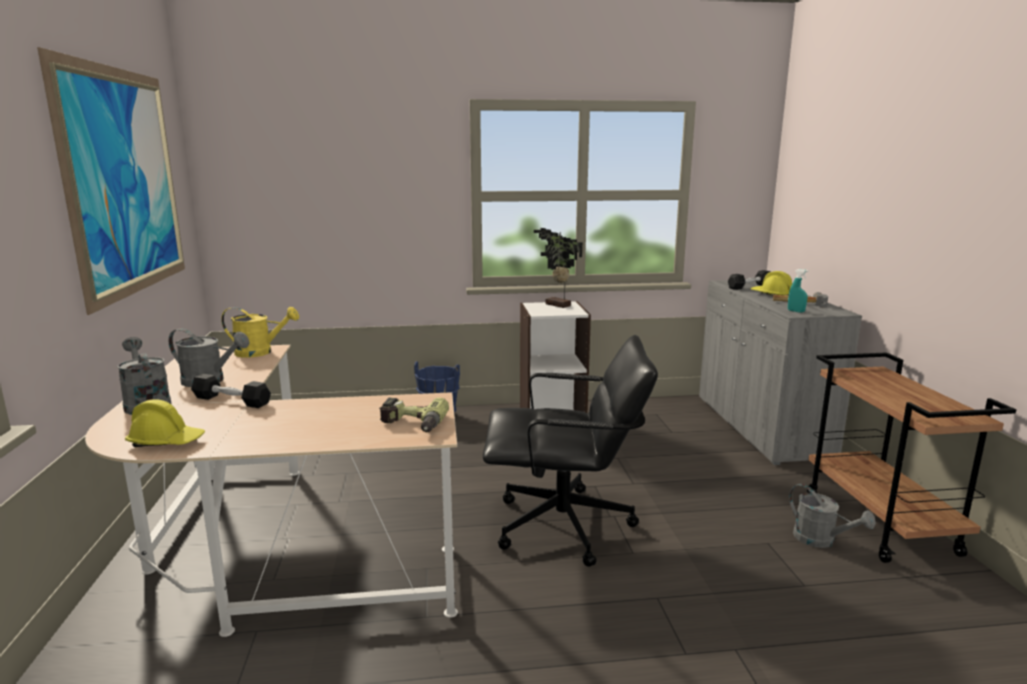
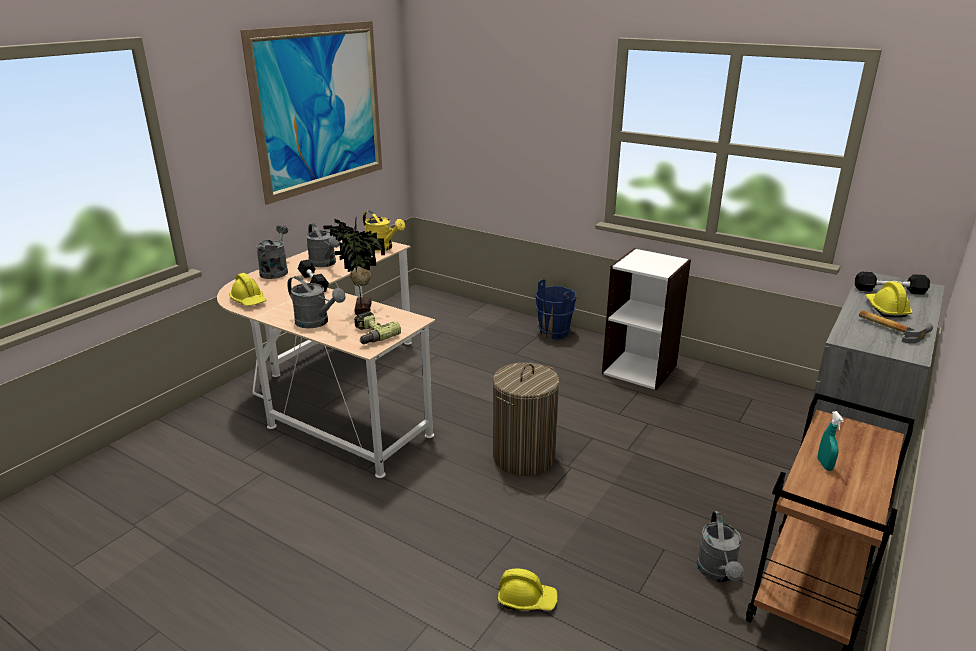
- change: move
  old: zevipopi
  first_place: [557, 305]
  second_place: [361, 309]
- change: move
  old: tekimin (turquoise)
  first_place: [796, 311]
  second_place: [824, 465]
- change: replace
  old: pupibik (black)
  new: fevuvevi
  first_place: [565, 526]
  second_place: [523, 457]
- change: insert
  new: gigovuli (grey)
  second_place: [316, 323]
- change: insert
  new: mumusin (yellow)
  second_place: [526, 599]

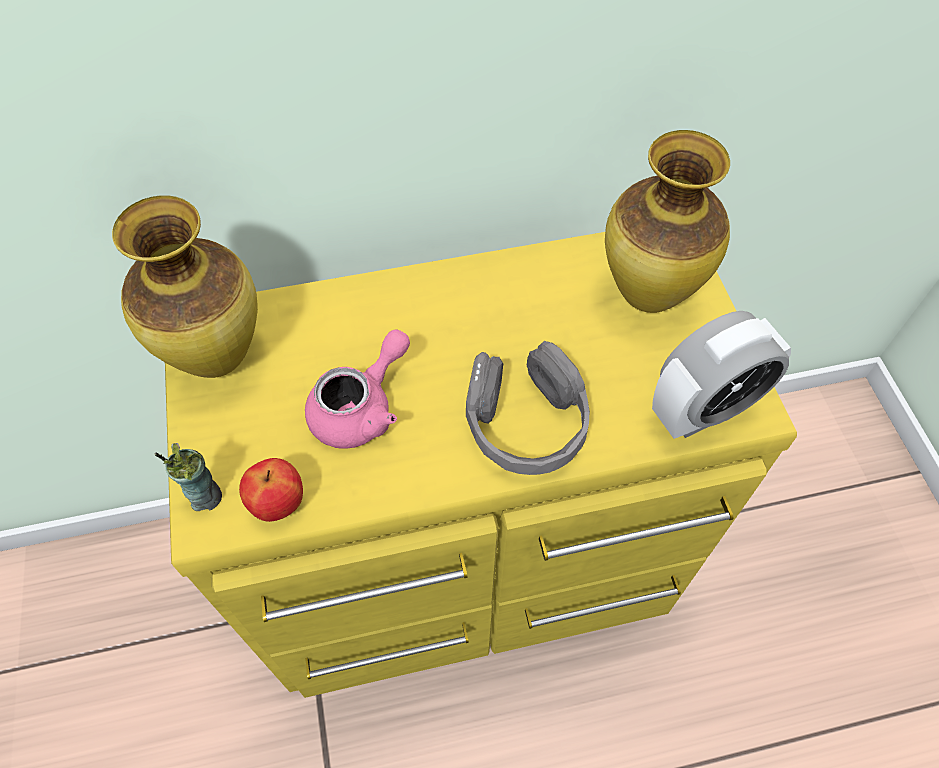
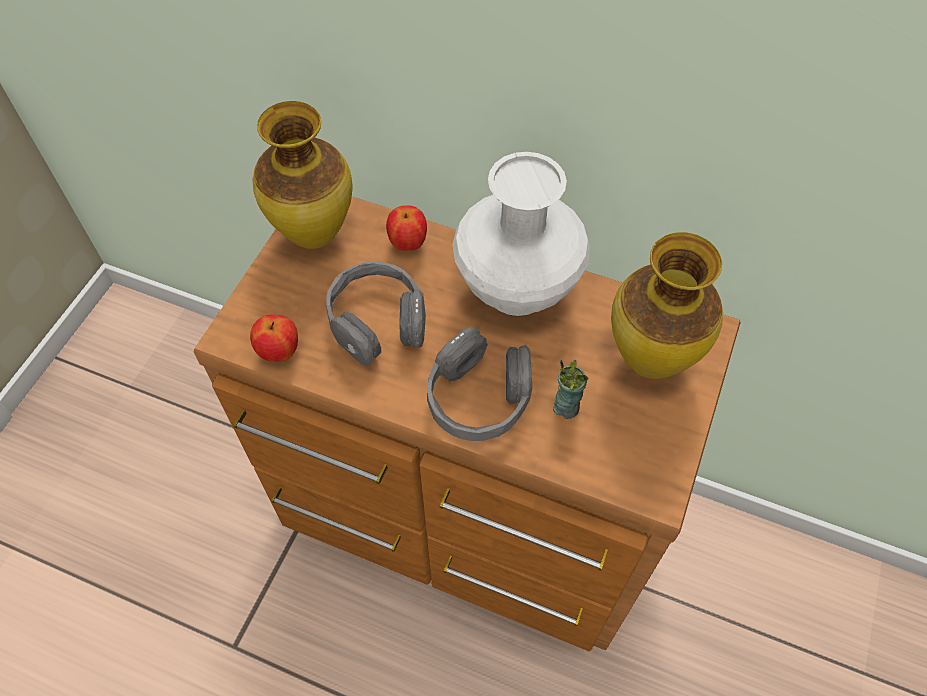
- change: recolor
  old: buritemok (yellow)
  new: buritemok (brown)
  first_place: [472, 566]
  second_place: [466, 514]
- change: delete
  old: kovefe
  first_place: [703, 410]
- change: replace
  old: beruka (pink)
  new: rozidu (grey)
  first_place: [361, 408]
  second_place: [377, 321]
- change: move
  old: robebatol
  first_place: [205, 496]
  second_place: [566, 407]
- change: insert
  new: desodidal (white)
  second_place: [516, 289]
- change: insert
  new: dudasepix
  second_place: [408, 244]

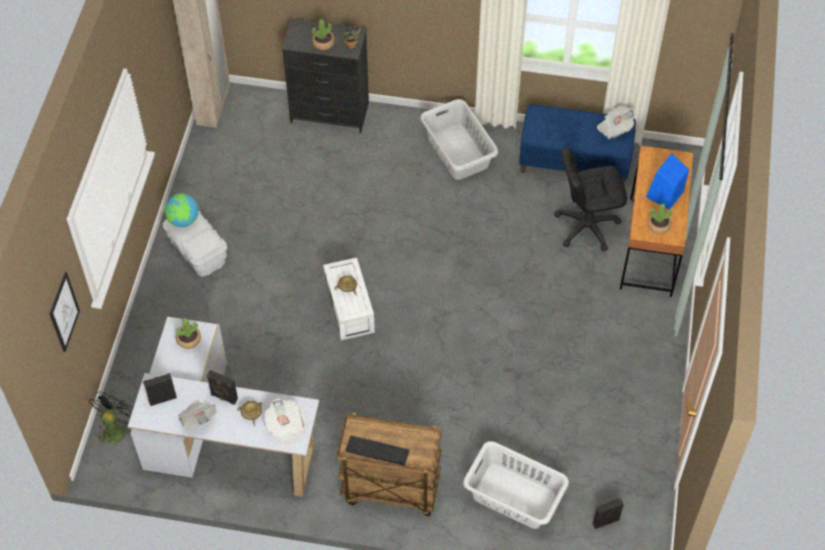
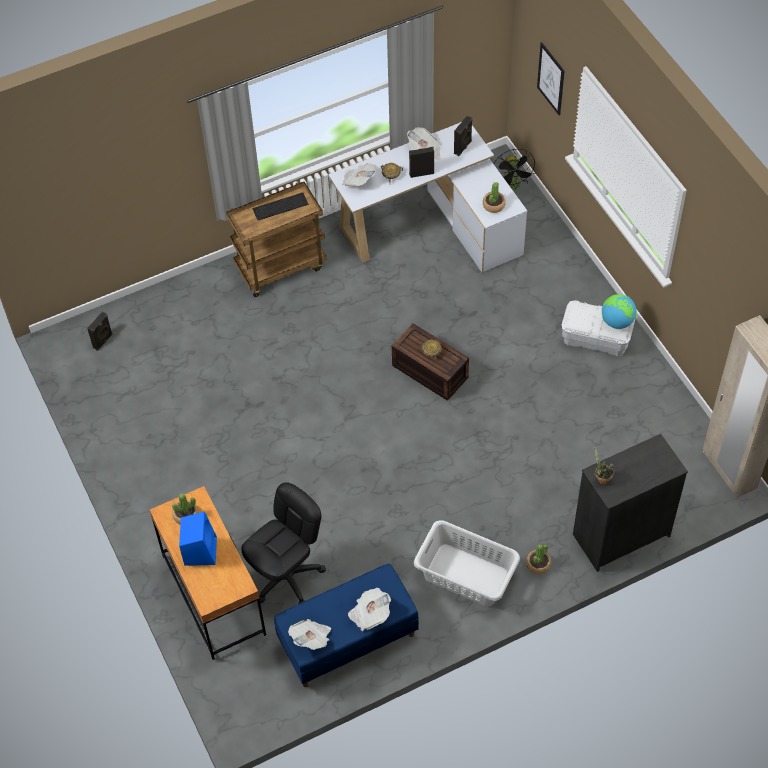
- change: move
  old: zevipopi
  first_place: [323, 43]
  second_place: [538, 564]
- change: recolor
  old: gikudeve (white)
  new: gikudeve (brown)
  first_place: [350, 308]
  second_place: [428, 371]
- change: delete
  old: fevuvevi (grey)
  first_place: [514, 495]
- change: insert
  new: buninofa
  second_place: [369, 614]

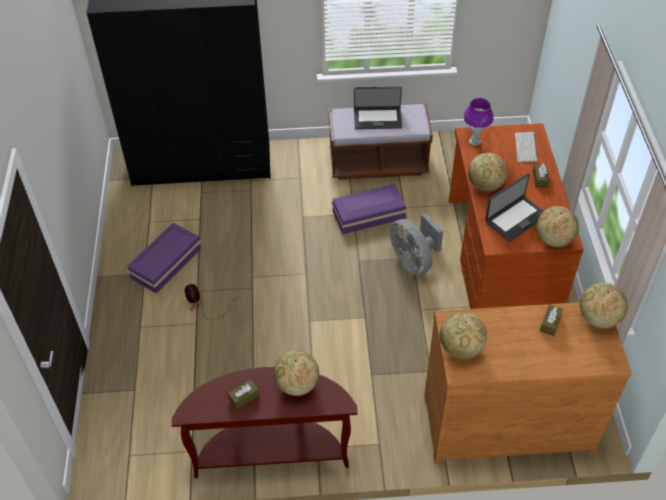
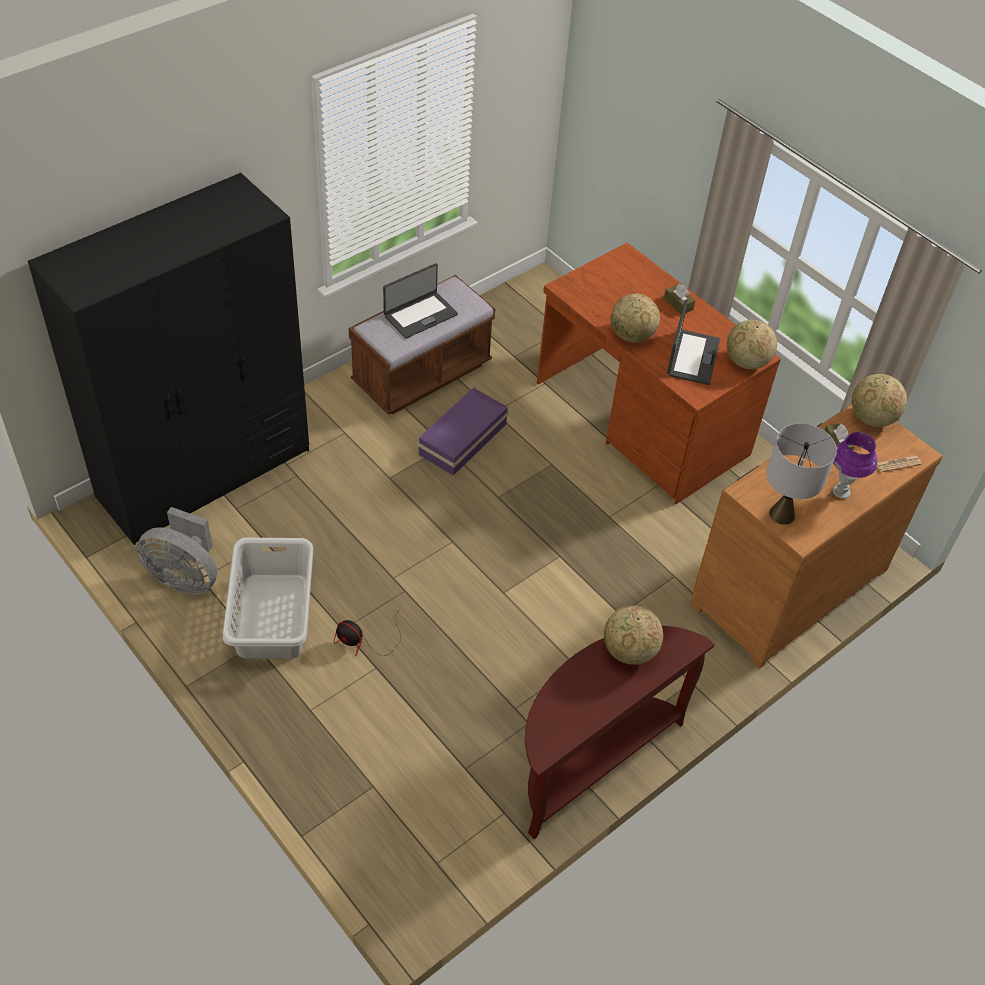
- change: move
  old: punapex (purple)
  first_place: [474, 141]
  second_place: [841, 492]
- change: delete
  old: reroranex
  first_place: [526, 148]
- change: move
  old: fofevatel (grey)
  first_place: [413, 261]
  second_place: [185, 577]
- change: replace
  old: gikudeve (purple)
  new: fevuvevi (grey)
  first_place: [167, 263]
  second_place: [273, 615]
- change: replace
  old: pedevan
  new: punapex (grey)
  first_place: [460, 348]
  second_place: [782, 514]
- change: delete
  old: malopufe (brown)
  first_place: [244, 397]
- change: insert
  new: buninofa
  second_place: [897, 464]

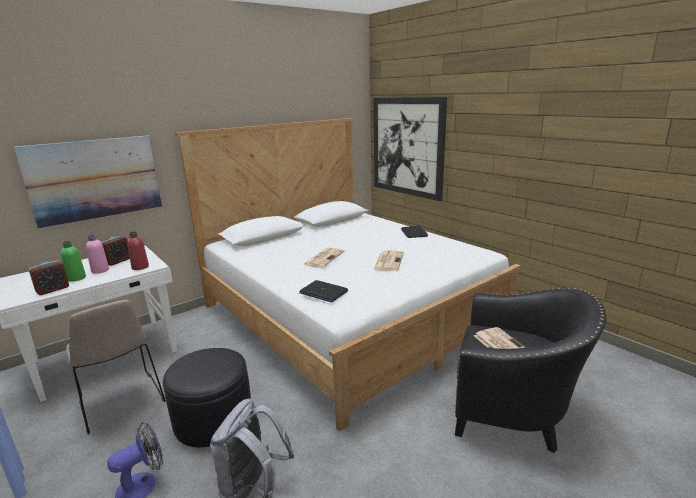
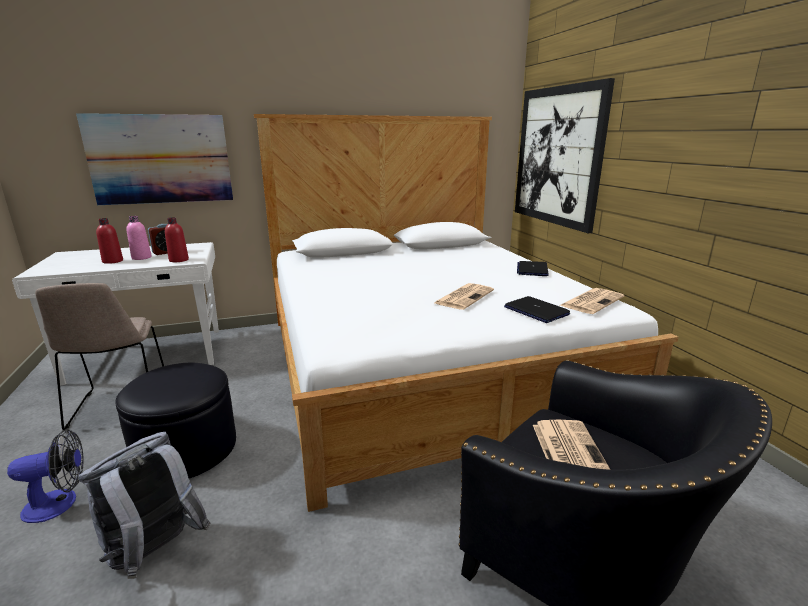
- change: recolor
  old: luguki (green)
  new: luguki (red)
  first_place: [76, 278]
  second_place: [112, 261]
- change: move
  old: buninofa
  first_place: [324, 258]
  second_place: [592, 301]
- change: delete
  old: kovefe
  first_place: [52, 289]
- change: move
  old: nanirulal
  first_place: [323, 292]
  second_place: [535, 311]

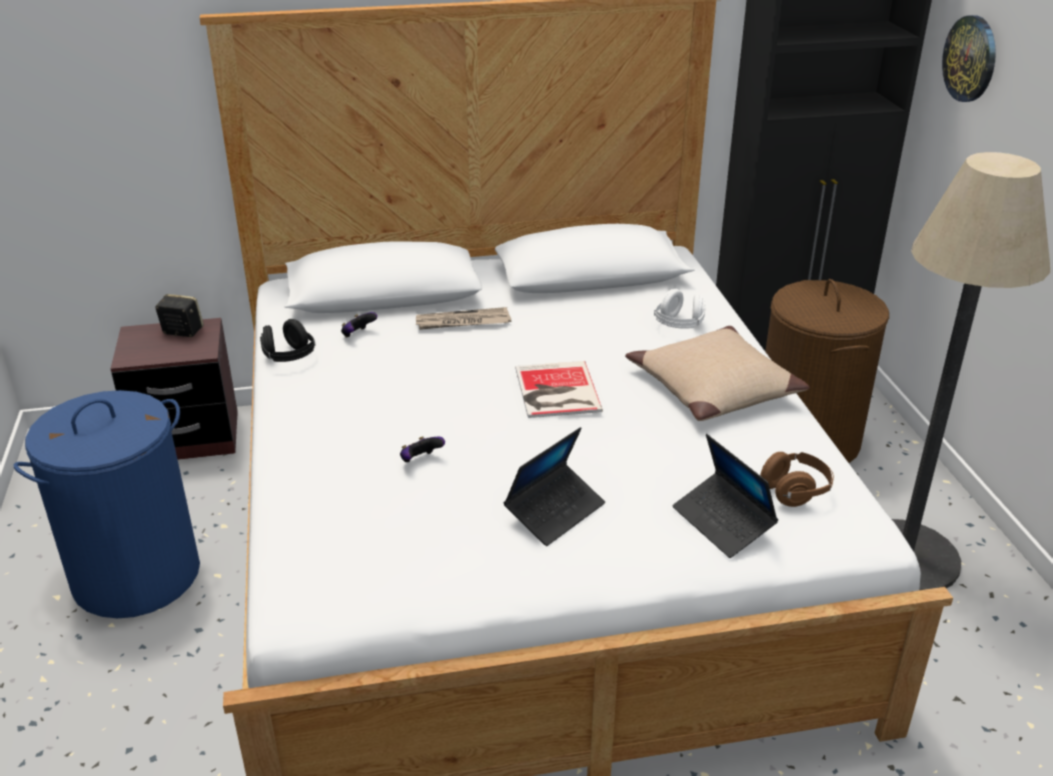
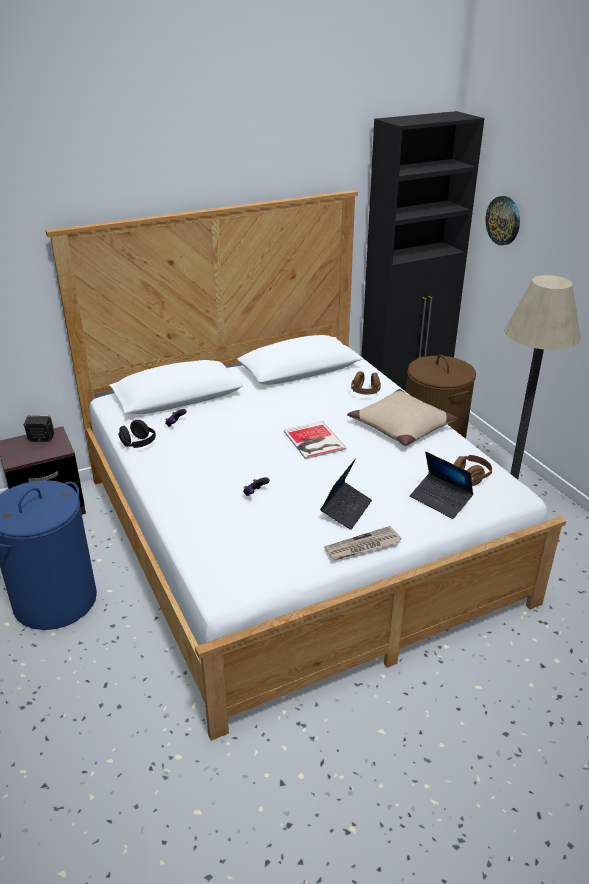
- change: recolor
  old: rozidu (white)
  new: rozidu (brown)
  first_place: [679, 325]
  second_place: [365, 392]
- change: move
  old: buninofa
  first_place: [462, 322]
  second_place: [362, 546]

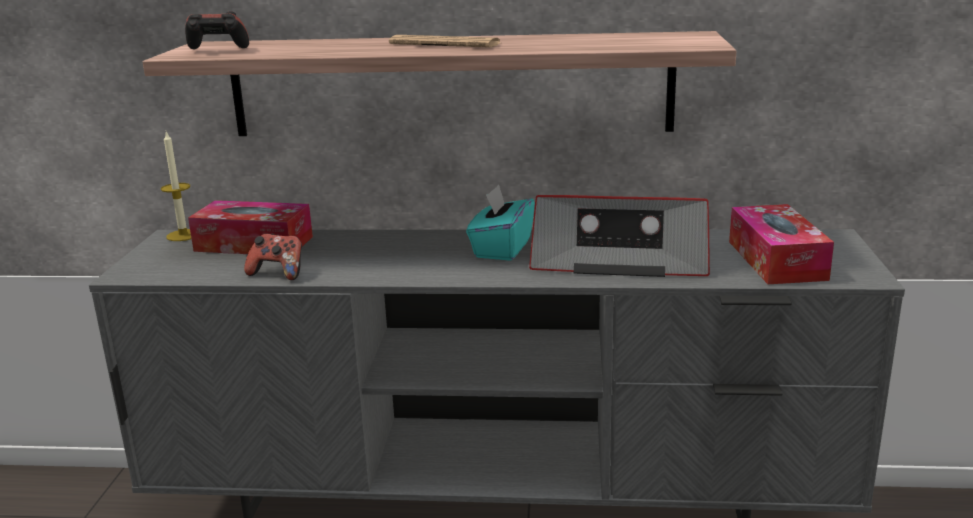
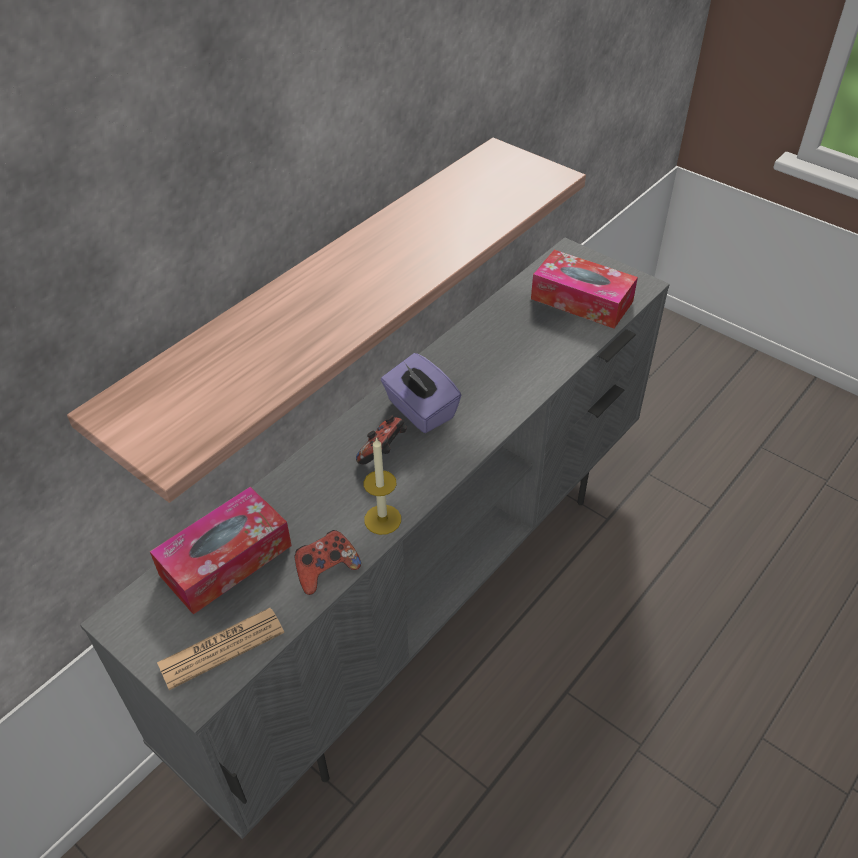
- change: move
  old: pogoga
  first_place: [218, 51]
  second_place: [383, 451]
- change: move
  old: buninofa
  first_place: [445, 44]
  second_place: [221, 648]
- change: move
  old: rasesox
  first_place: [183, 235]
  second_place: [382, 519]
- change: recolor
  old: malopufe (turquoise)
  new: malopufe (purple)
  first_place: [501, 248]
  second_place: [420, 410]
- change: delete
  old: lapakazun
  first_place: [619, 259]

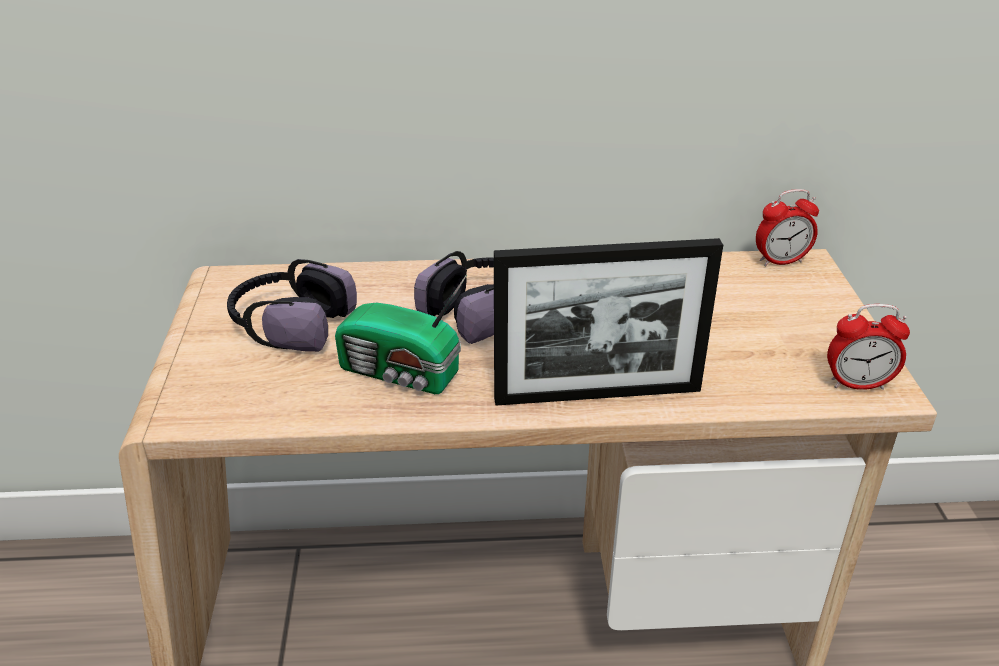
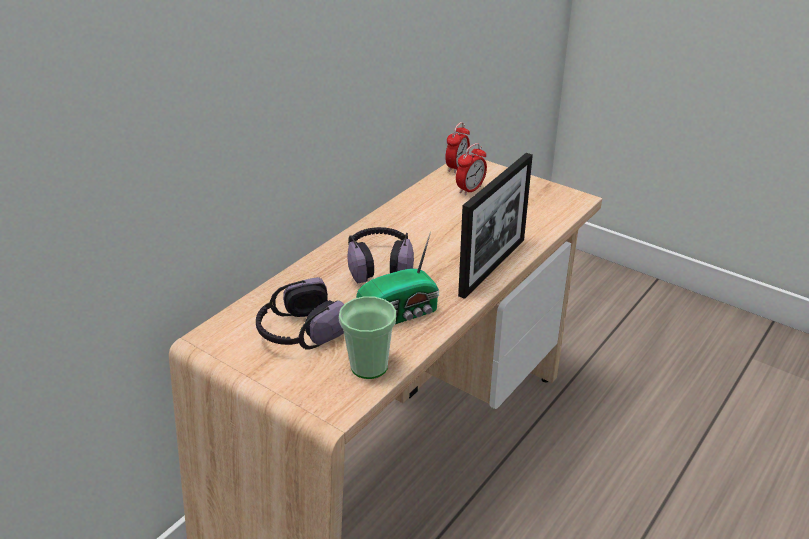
- change: move
  old: kovefe
  first_place: [857, 384]
  second_place: [470, 189]
- change: insert
  new: robebatol
  second_place: [369, 366]

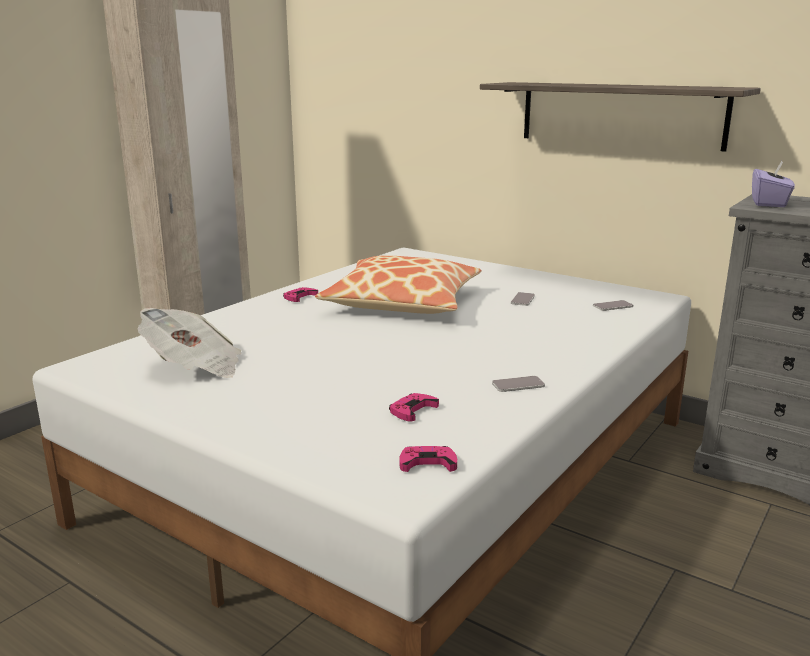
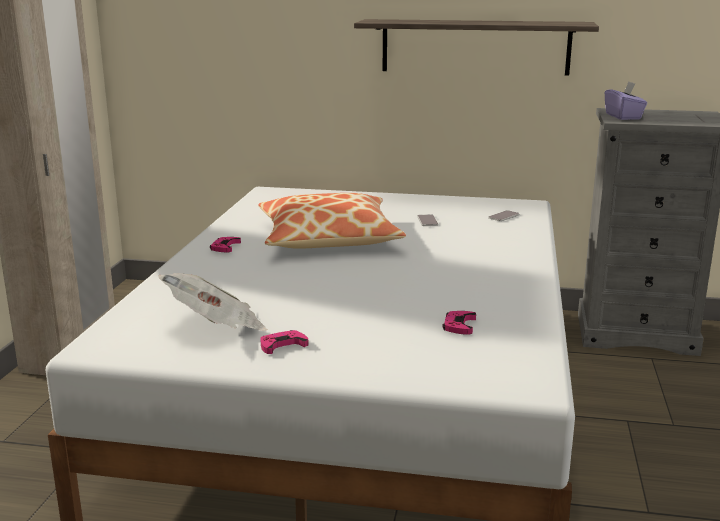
- change: delete
  old: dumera
  first_place: [518, 385]
- change: move
  old: pogoga (pink)
  first_place: [427, 463]
  second_place: [282, 345]

